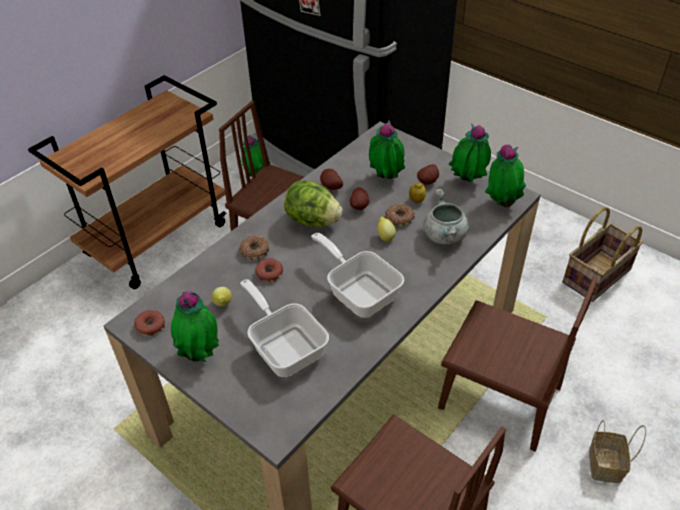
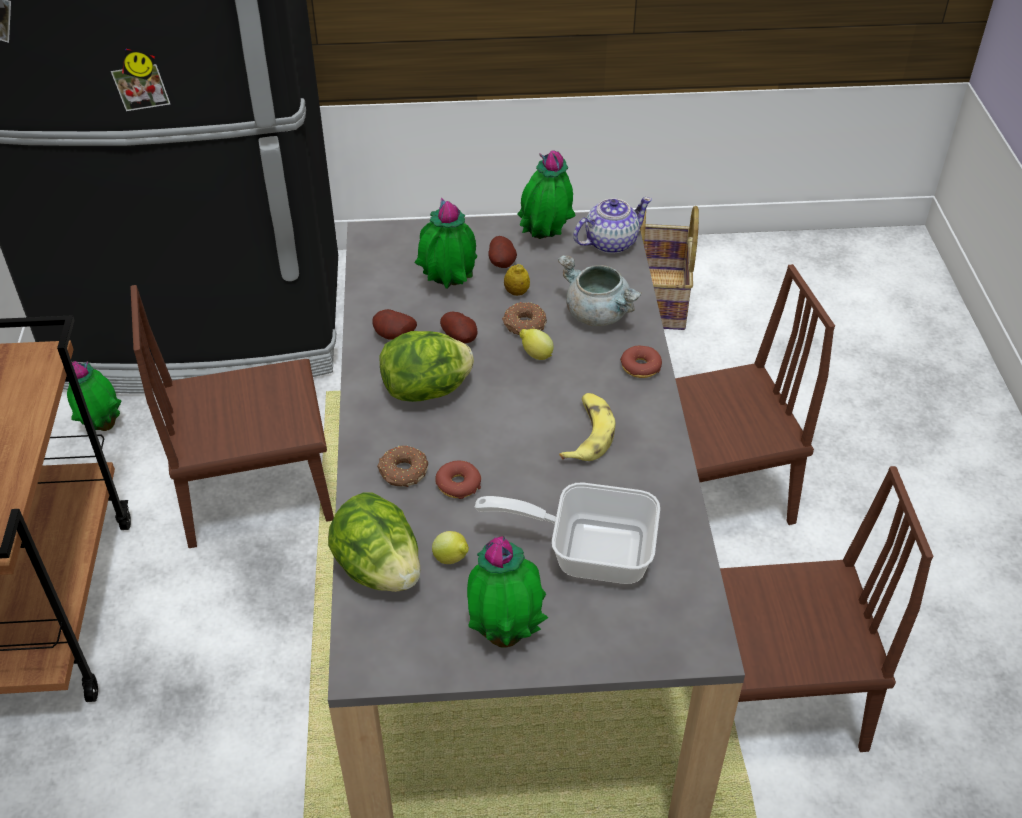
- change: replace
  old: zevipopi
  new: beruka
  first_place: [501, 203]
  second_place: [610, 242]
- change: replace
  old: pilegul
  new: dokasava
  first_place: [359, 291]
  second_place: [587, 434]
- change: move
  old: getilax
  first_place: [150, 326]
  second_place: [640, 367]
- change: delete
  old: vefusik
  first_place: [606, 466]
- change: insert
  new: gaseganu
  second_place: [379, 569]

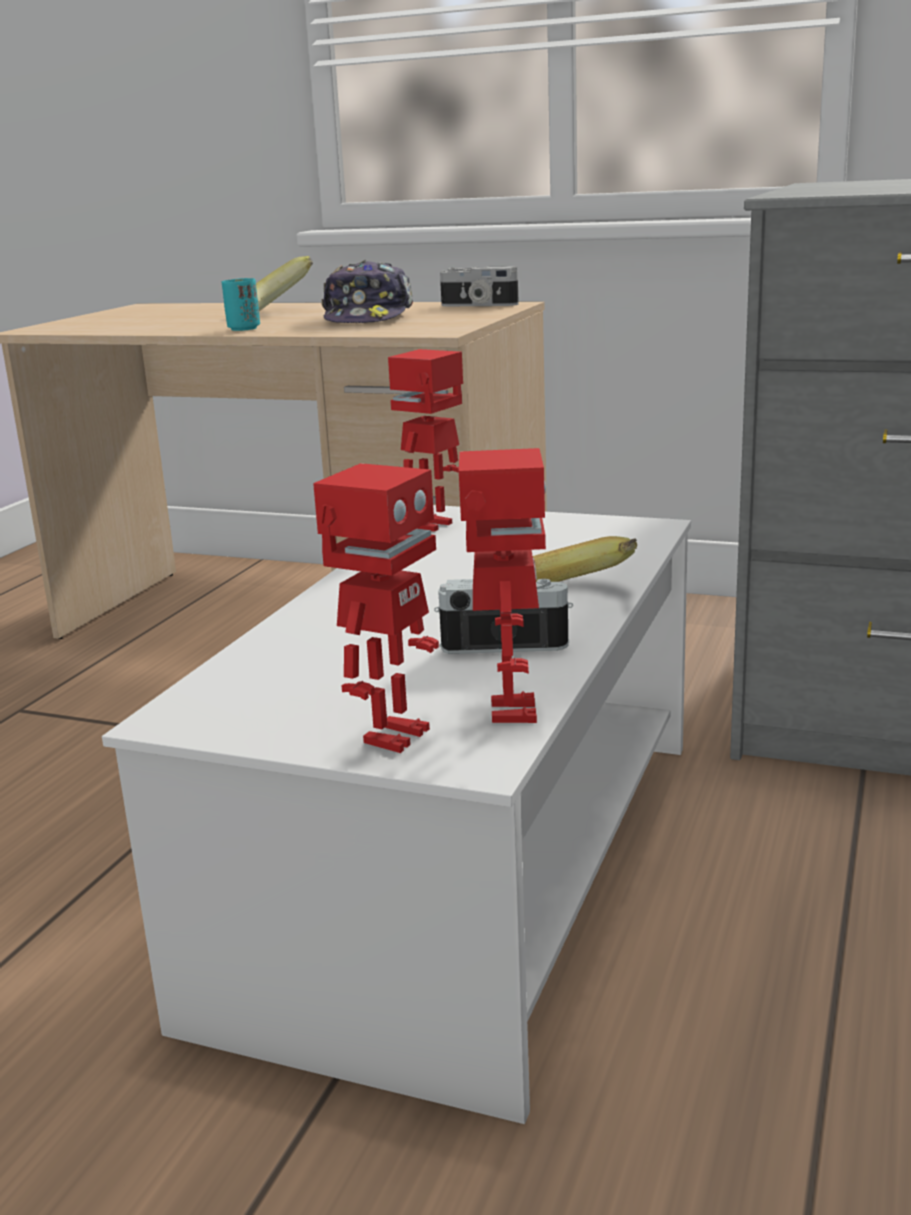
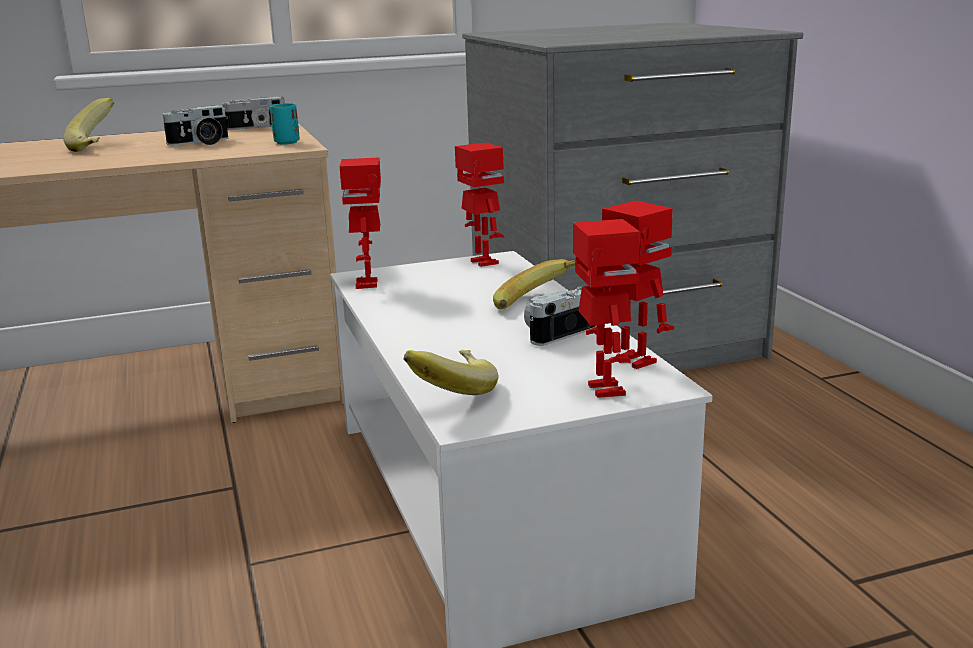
- change: replace
  old: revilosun
  new: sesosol
  first_place: [368, 318]
  second_place: [200, 143]
- change: move
  old: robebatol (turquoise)
  first_place: [243, 329]
  second_place: [286, 142]
- change: insert
  new: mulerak
  second_place: [482, 262]
- change: insert
  new: dokasava
  second_place: [450, 393]

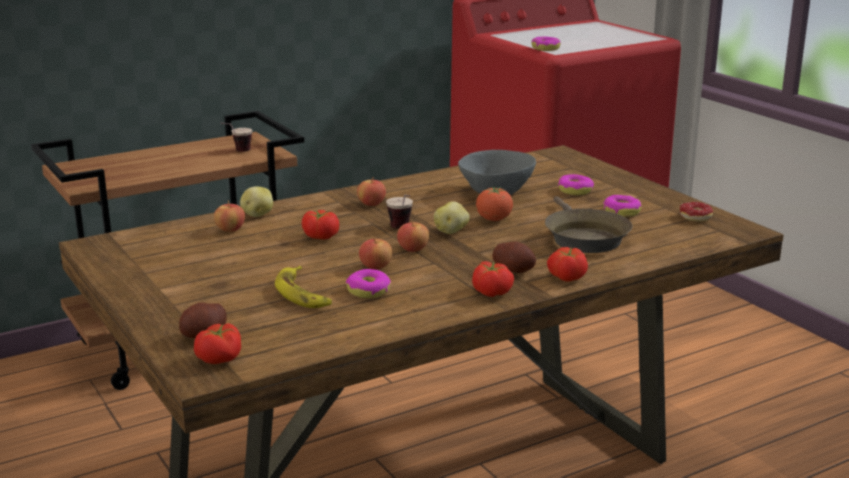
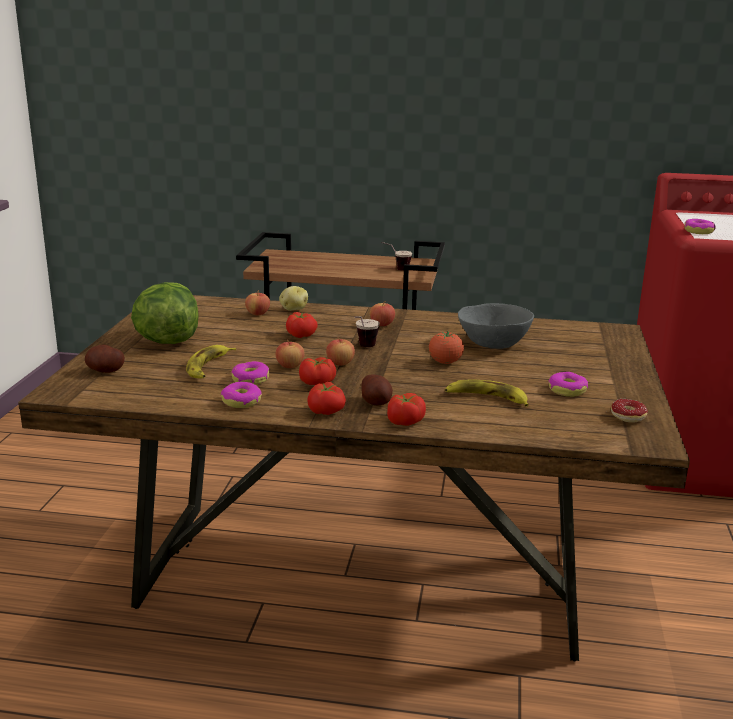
- change: move
  old: getilax
  first_place: [575, 190]
  second_place: [241, 401]
- change: replace
  old: pilegul (brown)
  new: dokasava
  first_place: [583, 237]
  second_place: [486, 398]
- change: delete
  old: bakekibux
  first_place: [451, 231]
- change: move
  old: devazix
  first_place: [220, 359]
  second_place: [317, 383]
- change: insert
  new: gaseganu
  second_place: [167, 341]

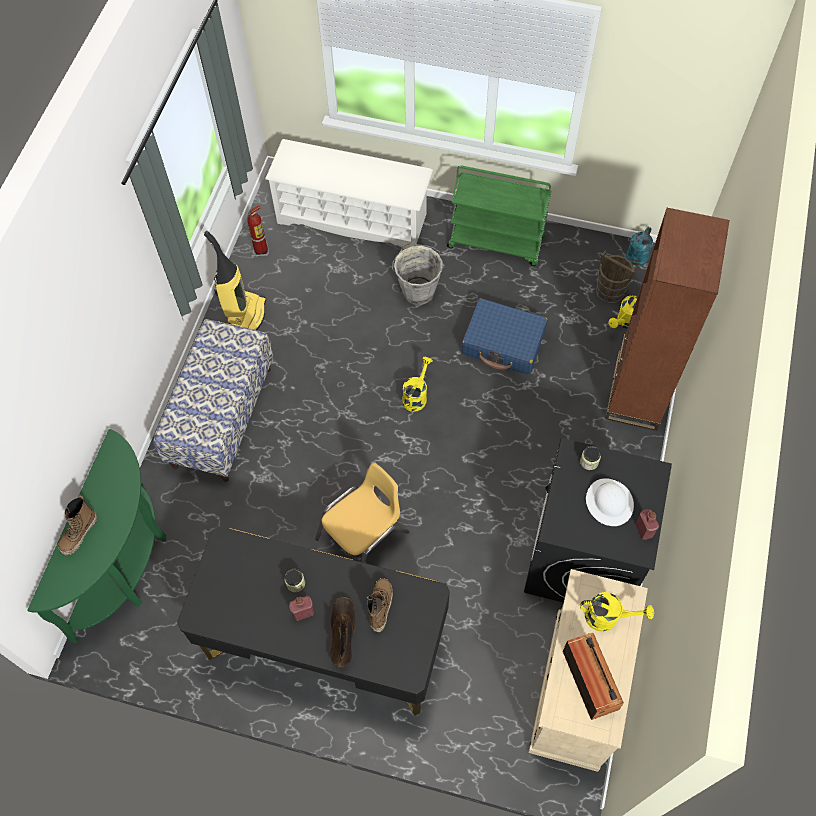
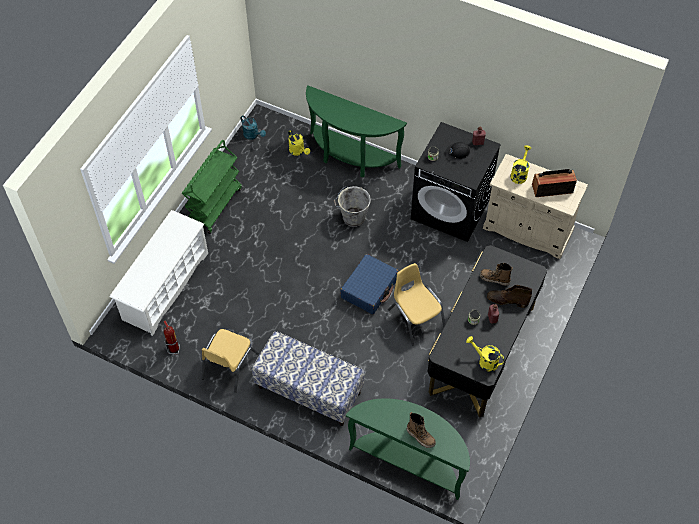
- change: replace
  old: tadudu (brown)
  new: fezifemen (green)
  first_place: [636, 393]
  second_place: [350, 158]
- change: replace
  old: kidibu
  new: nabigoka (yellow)
  first_place: [245, 316]
  second_place: [229, 366]
- change: move
  old: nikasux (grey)
  first_place: [417, 290]
  second_place: [352, 218]
- change: delete
  old: nikasux (brown)
  first_place: [609, 291]
- change: move
  old: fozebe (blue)
  first_place: [503, 343]
  second_place: [369, 288]
- change: move
  old: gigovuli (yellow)
  first_place: [416, 395]
  second_place: [485, 361]
- change: recolor
  old: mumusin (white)
  new: mumusin (black)
  first_place: [609, 502]
  second_place: [459, 153]

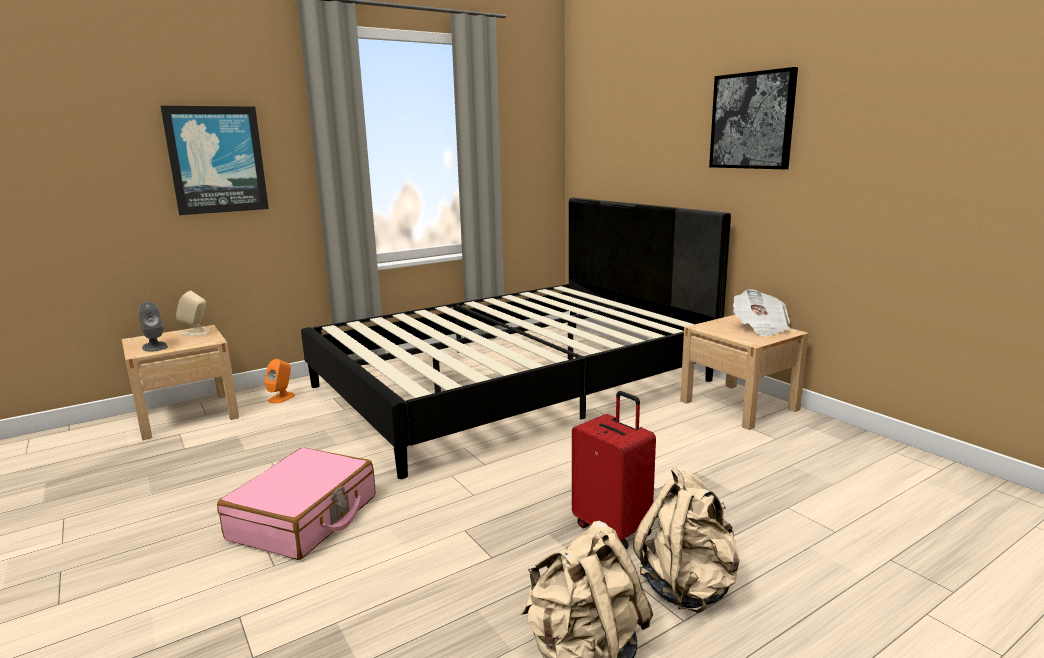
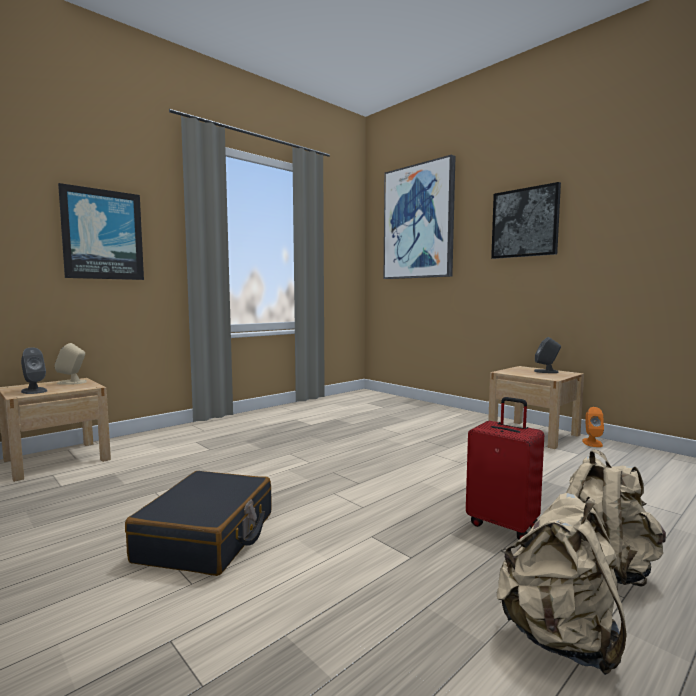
- change: delete
  old: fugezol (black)
  first_place: [513, 383]
- change: replace
  old: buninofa
  new: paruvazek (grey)
  first_place: [759, 328]
  second_place: [546, 371]
- change: move
  old: paruvazek (orange)
  first_place: [282, 398]
  second_place: [592, 443]
- change: recolor
  old: fozebe (pink)
  new: fozebe (black)
  first_place: [304, 518]
  second_place: [208, 537]
- change: insert
  new: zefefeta
  second_place: [418, 222]

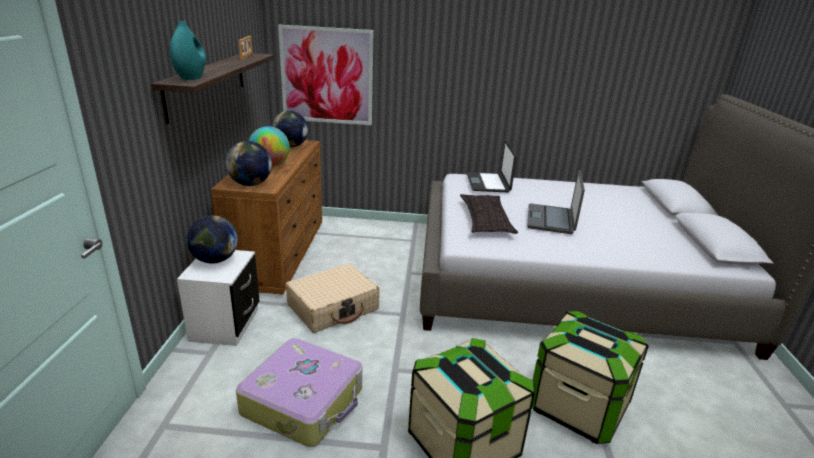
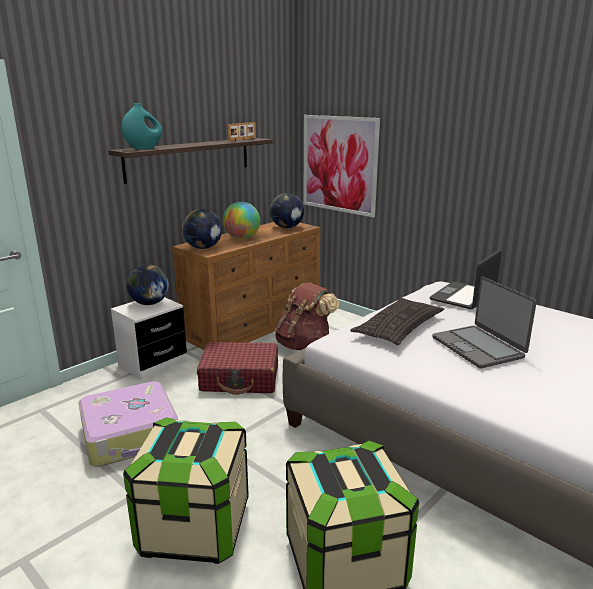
- change: rotate
  old: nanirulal
  first_place: [551, 220]
  second_place: [478, 347]
  degrees: -75
- change: recolor
  old: fozebe (beige)
  new: fozebe (red)
  first_place: [333, 307]
  second_place: [240, 378]
- change: insert
  new: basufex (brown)
  second_place: [304, 345]

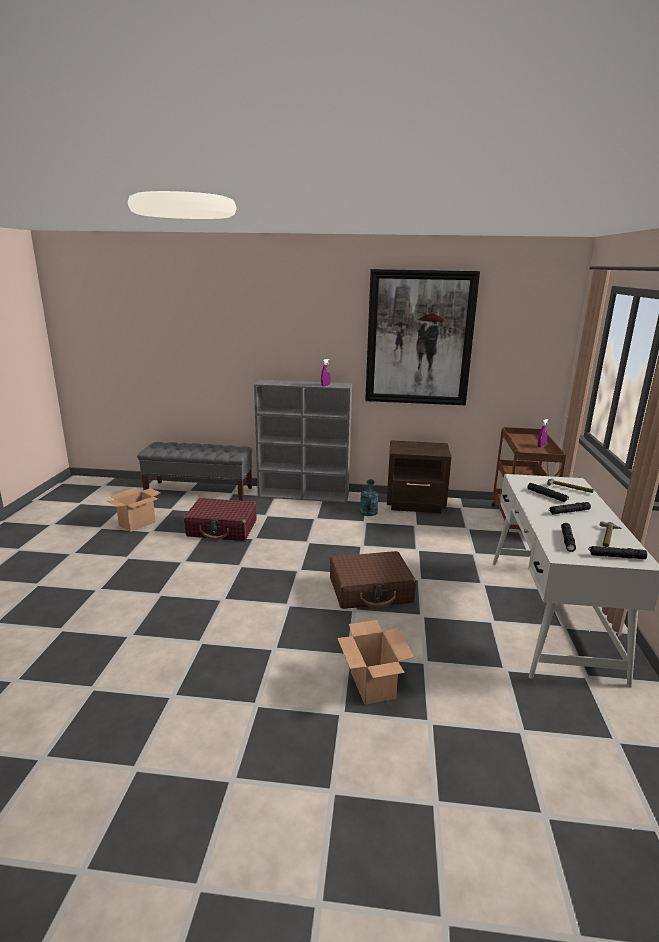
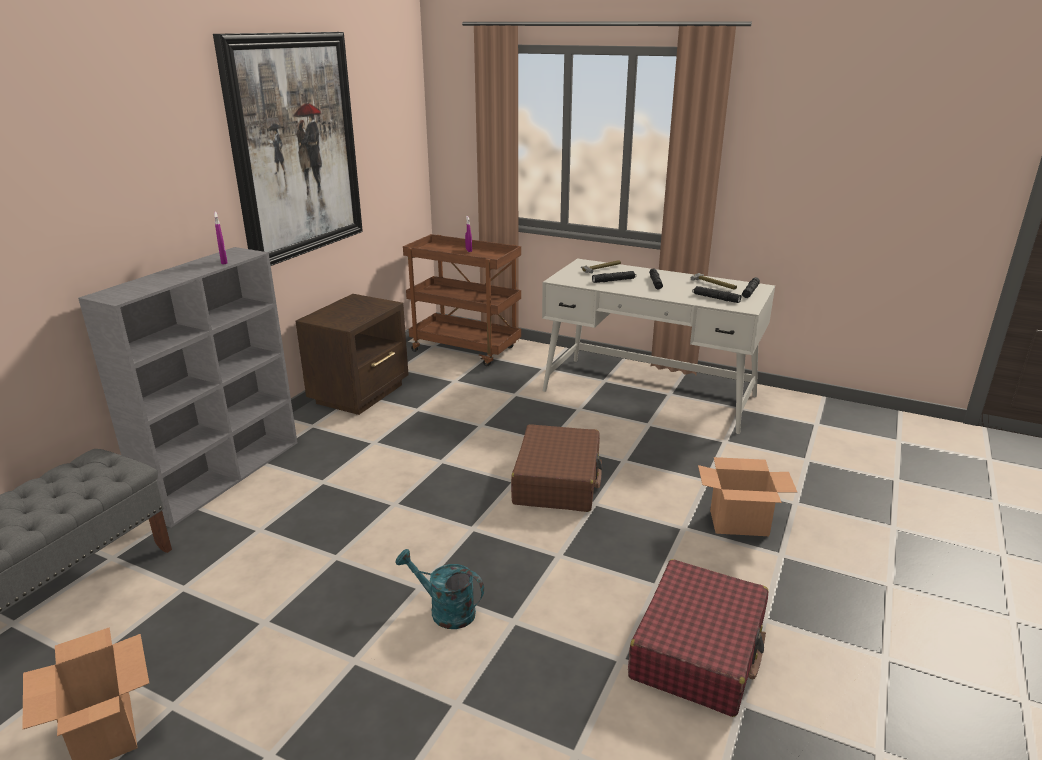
- change: move
  old: gigovuli (turquoise)
  first_place: [368, 510]
  second_place: [445, 611]
- change: move
  old: fozebe (red)
  first_place: [222, 528]
  second_place: [698, 650]

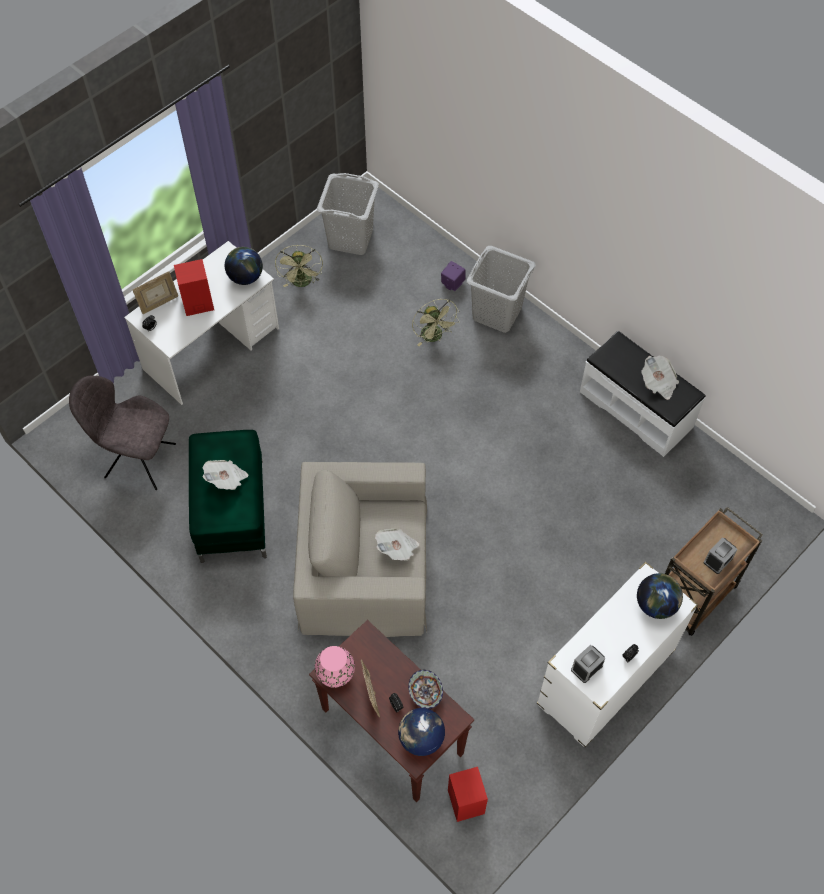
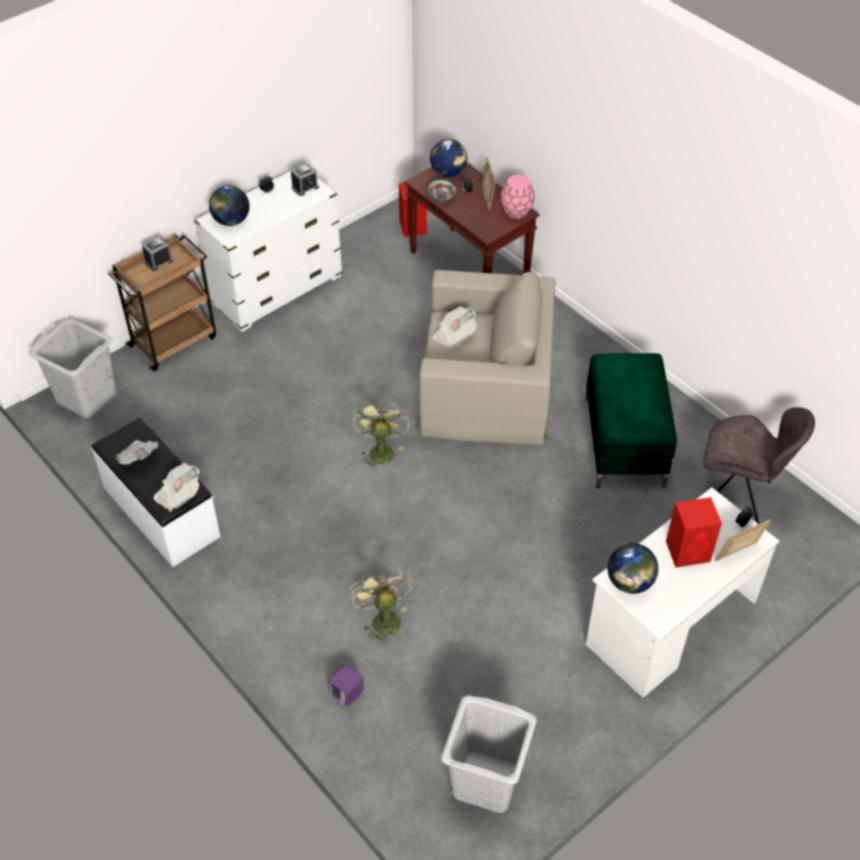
- change: move
  old: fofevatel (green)
  first_place: [302, 283]
  second_place: [380, 450]
- change: move
  old: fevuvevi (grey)
  first_place: [497, 313]
  second_place: [86, 397]
- change: move
  old: buninofa
  first_place: [227, 479]
  second_place: [178, 495]

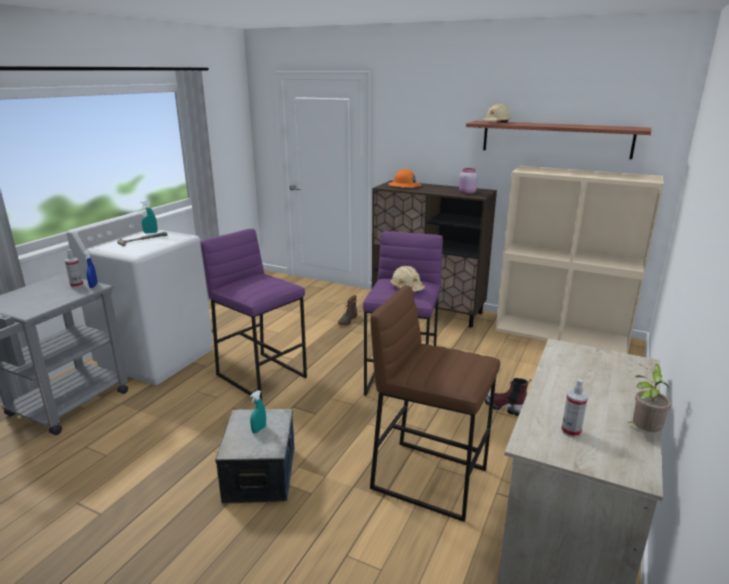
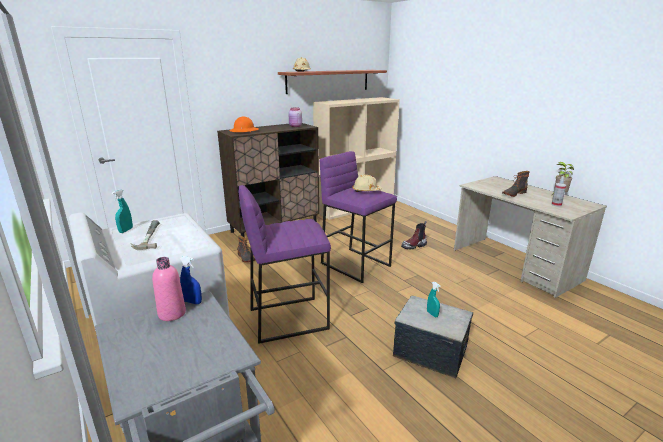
- change: replace
  old: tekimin
  new: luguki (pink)
  first_place: [77, 285]
  second_place: [172, 313]
- change: delete
  old: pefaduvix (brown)
  first_place: [430, 478]
- change: insert
  new: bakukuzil
  second_place: [513, 193]

